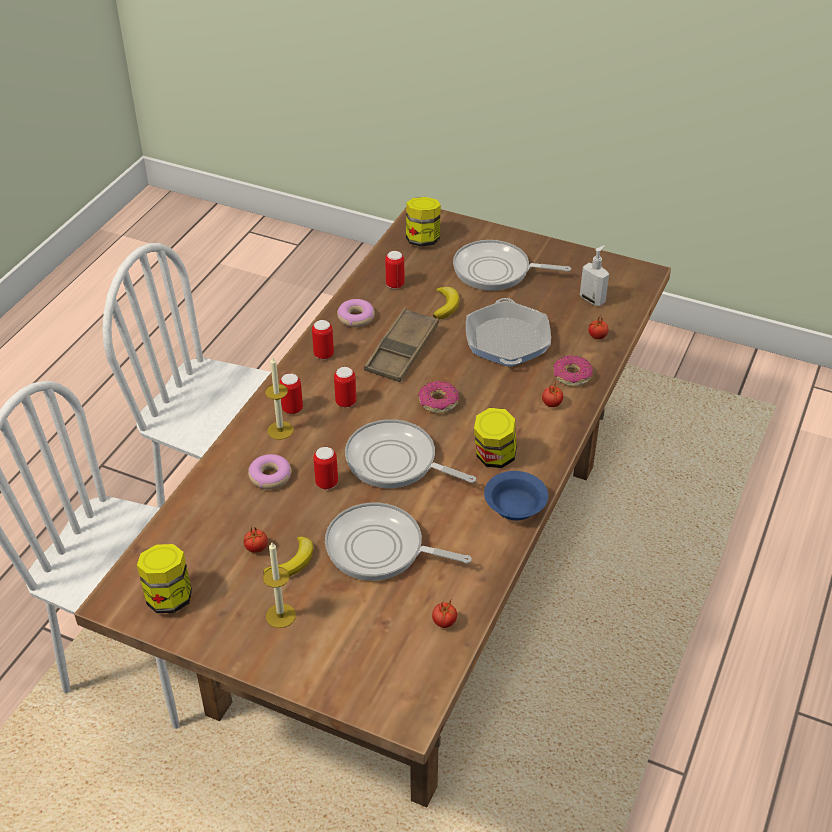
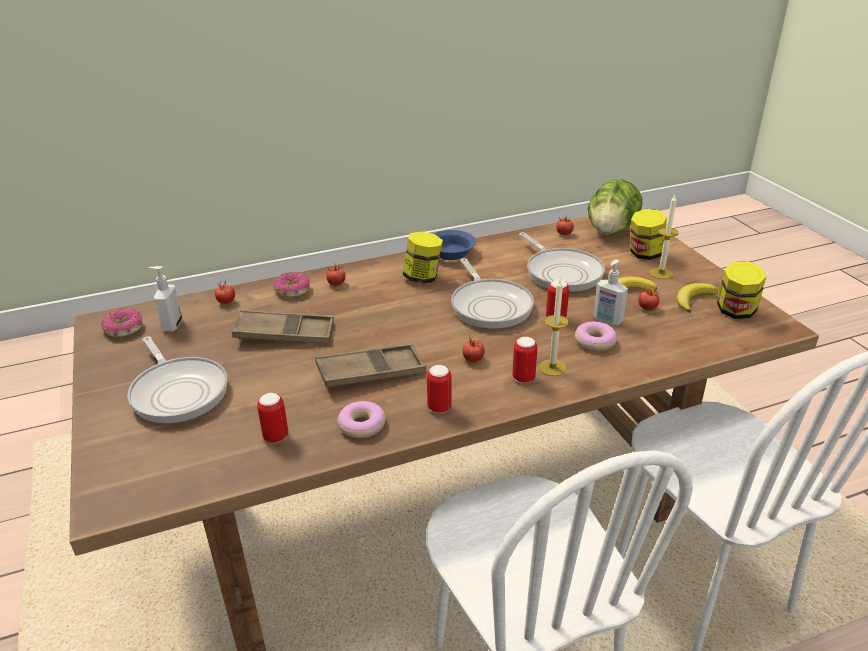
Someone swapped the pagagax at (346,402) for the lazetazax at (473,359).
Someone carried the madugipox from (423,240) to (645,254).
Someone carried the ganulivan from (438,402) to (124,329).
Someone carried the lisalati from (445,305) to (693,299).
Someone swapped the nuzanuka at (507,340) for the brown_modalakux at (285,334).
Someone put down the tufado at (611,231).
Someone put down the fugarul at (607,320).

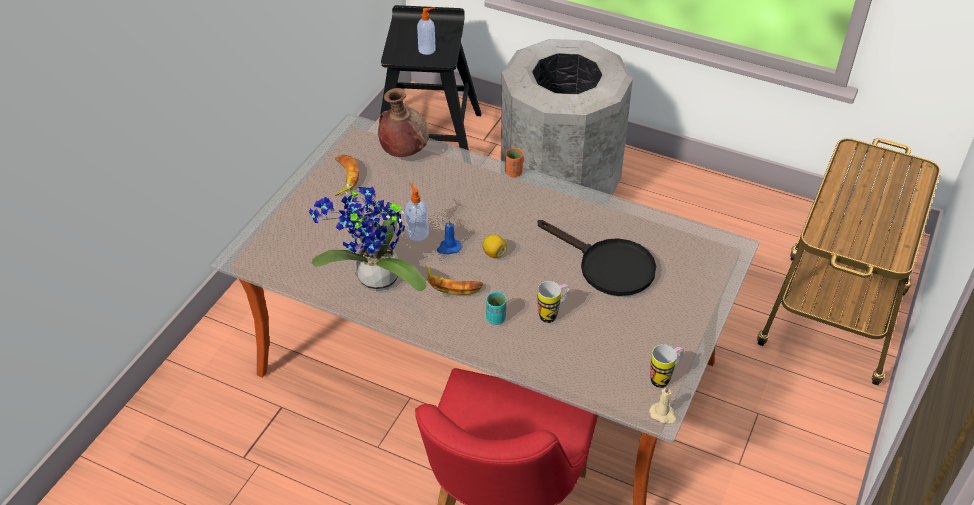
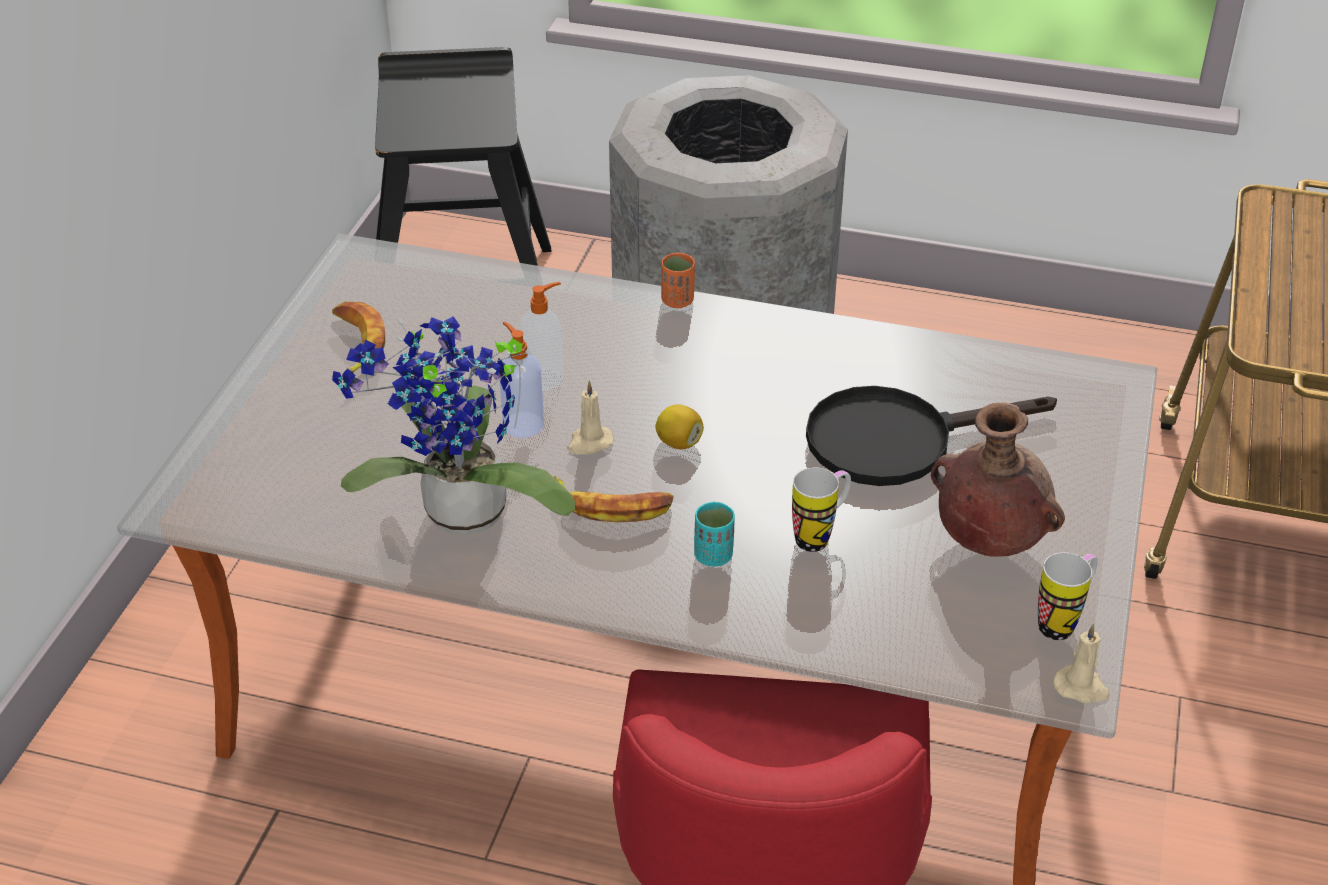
Someone carried the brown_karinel from (403,151) to (988,540).
Someone carried the fugarul from (427,50) to (544,378).
Someone repainted the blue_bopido at (448,248), which became the beige_bopido at (589,443).
Someone rotated the black_nuzanuka at (607,266) by 135 degrees clockwise.

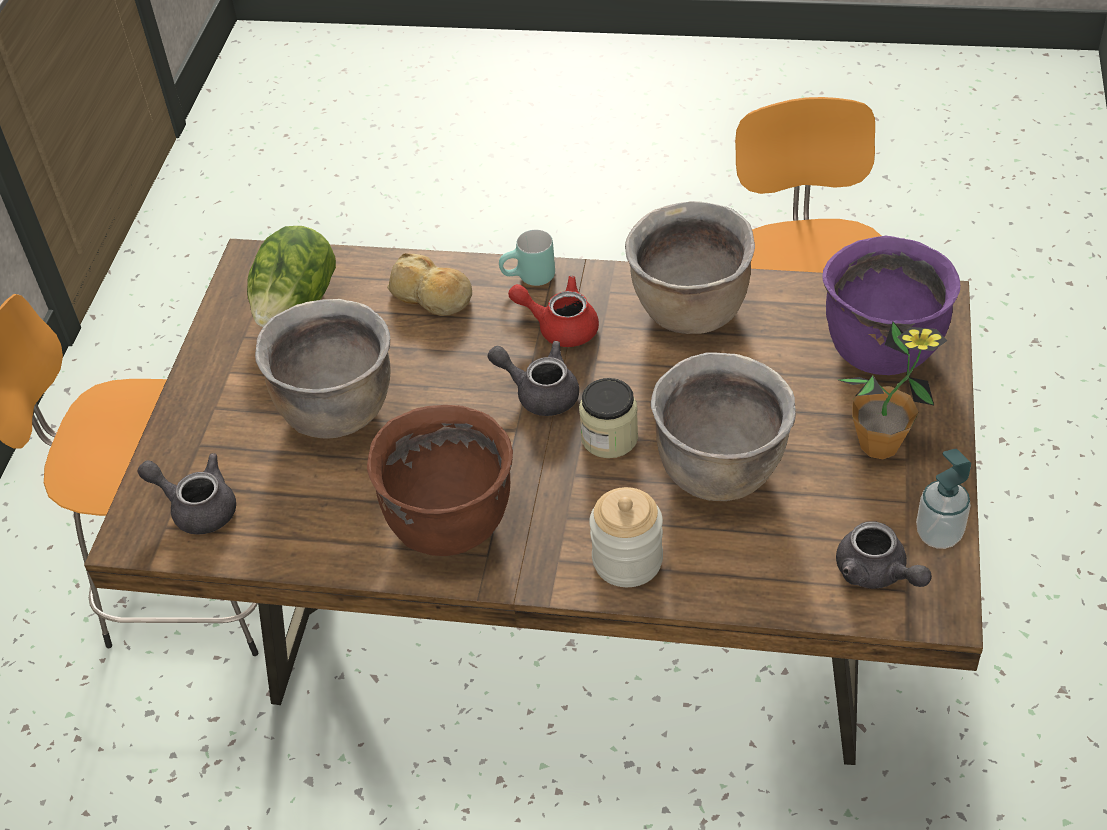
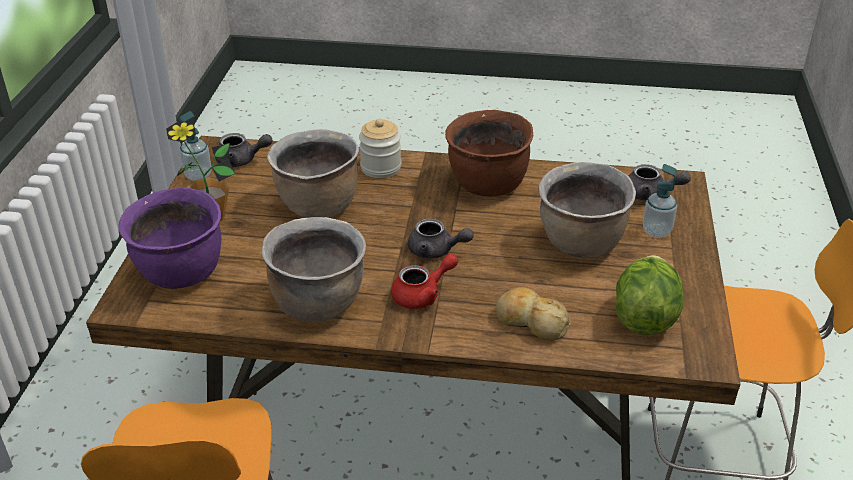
Someone took away the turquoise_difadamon at (529,279).
Someone rotated the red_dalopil at (560,327) by 45 degrees counterclockwise.
Someone took away the madugipox at (609,438).
Someone rotated the grey_dalopil at (877,573) by 135 degrees clockwise.
Someone put down the fugarul at (656,231).

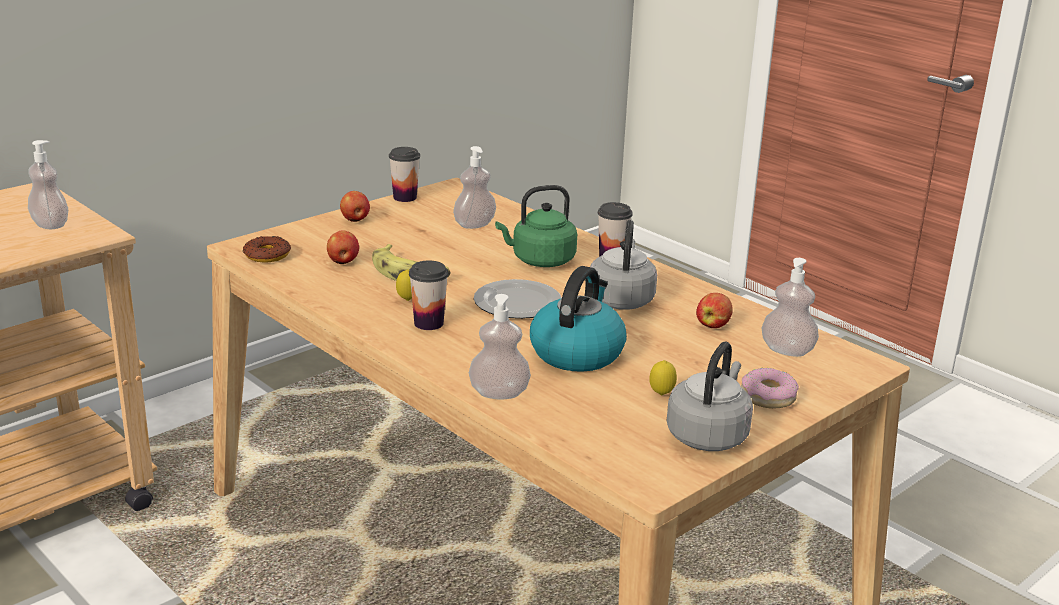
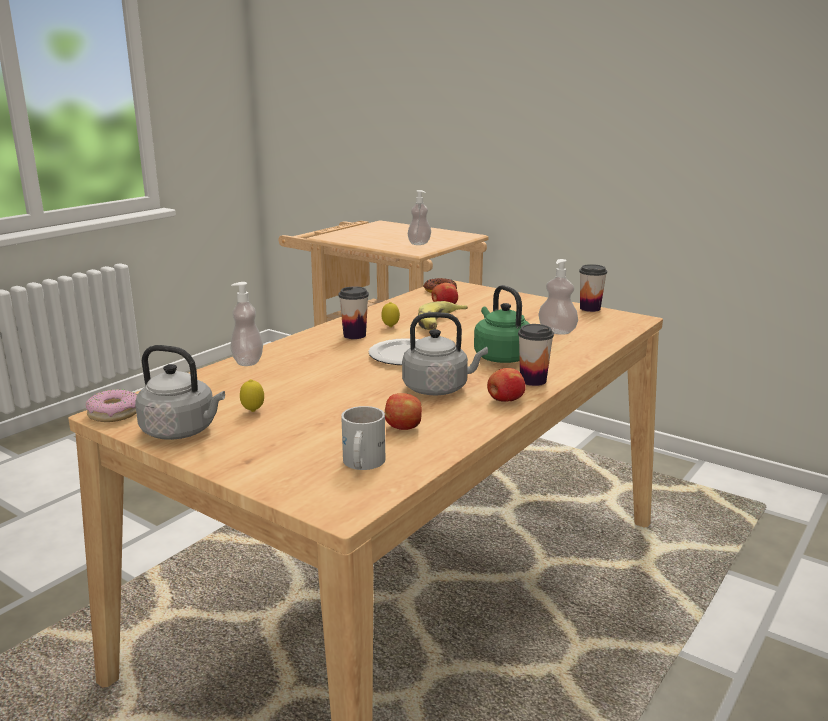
Someone carried the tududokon from (355,220) to (505,400).
Someone took away the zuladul at (577,352).
Someone carried the ganulivan from (767,396) to (114,413).
Someone swapped the fugarul at (787,350) for the white_difadamon at (360,463).

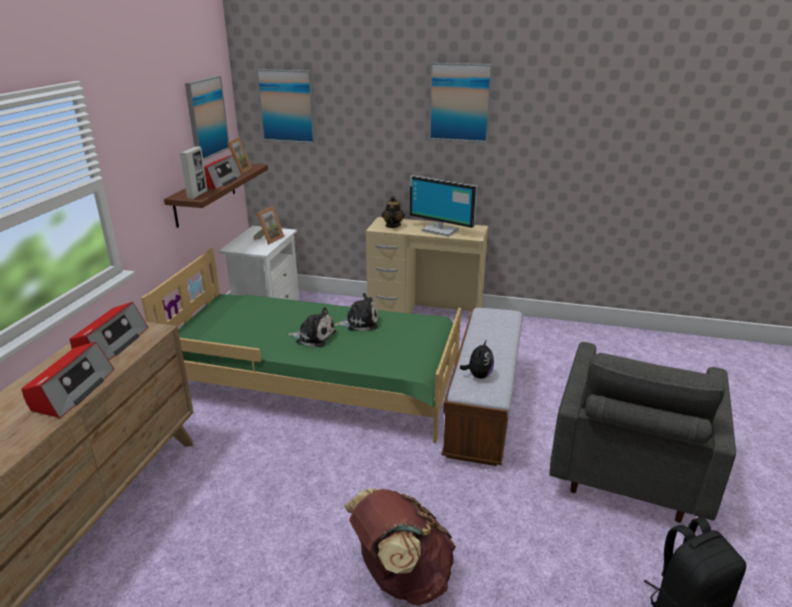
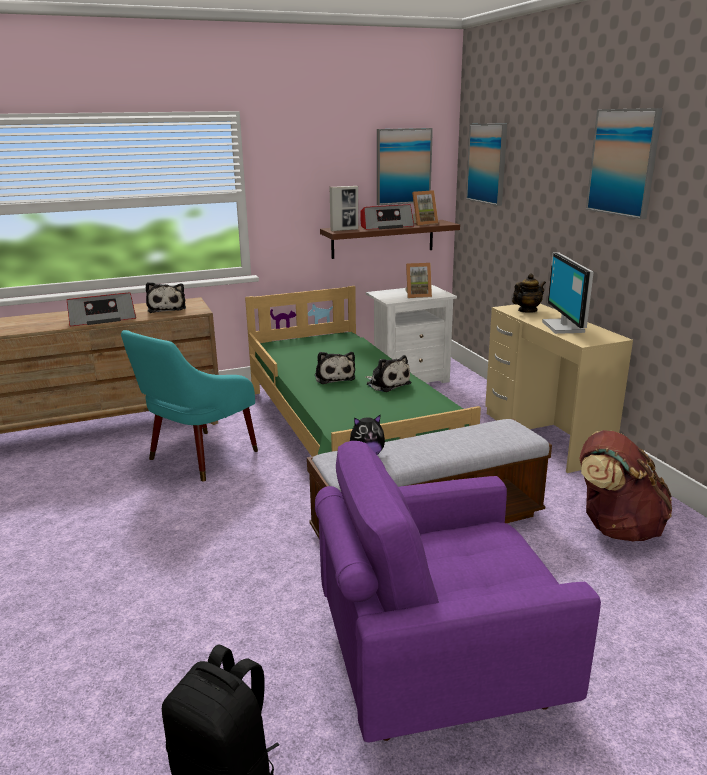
Someone swapped the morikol at (112,344) for the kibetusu at (167,308).
Someone carried the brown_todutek from (401,577) to (616,527).
Someone repainted the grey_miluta at (627,472), which became the purple_miluta at (435,665).
Someone put down the turquoise_miluta at (198,458).

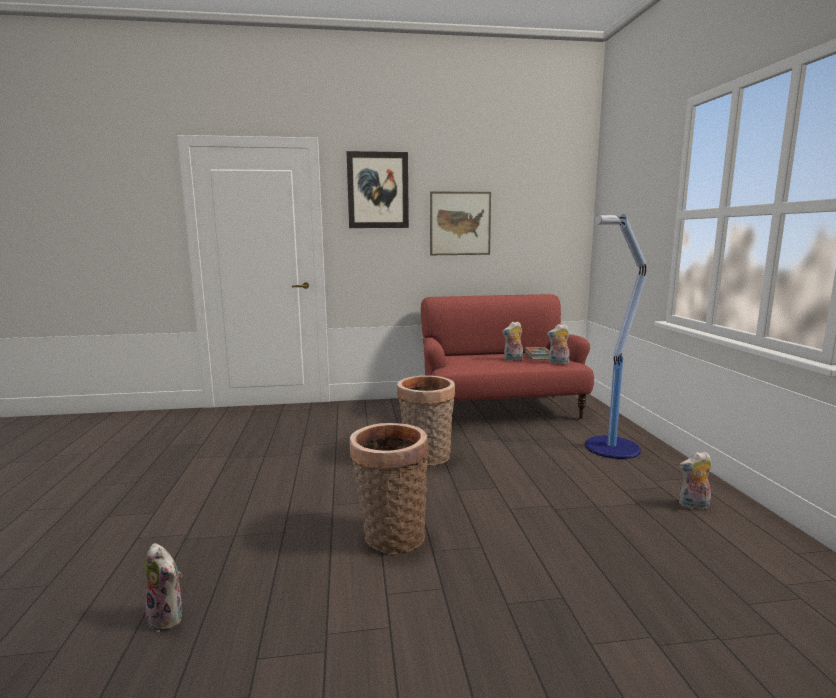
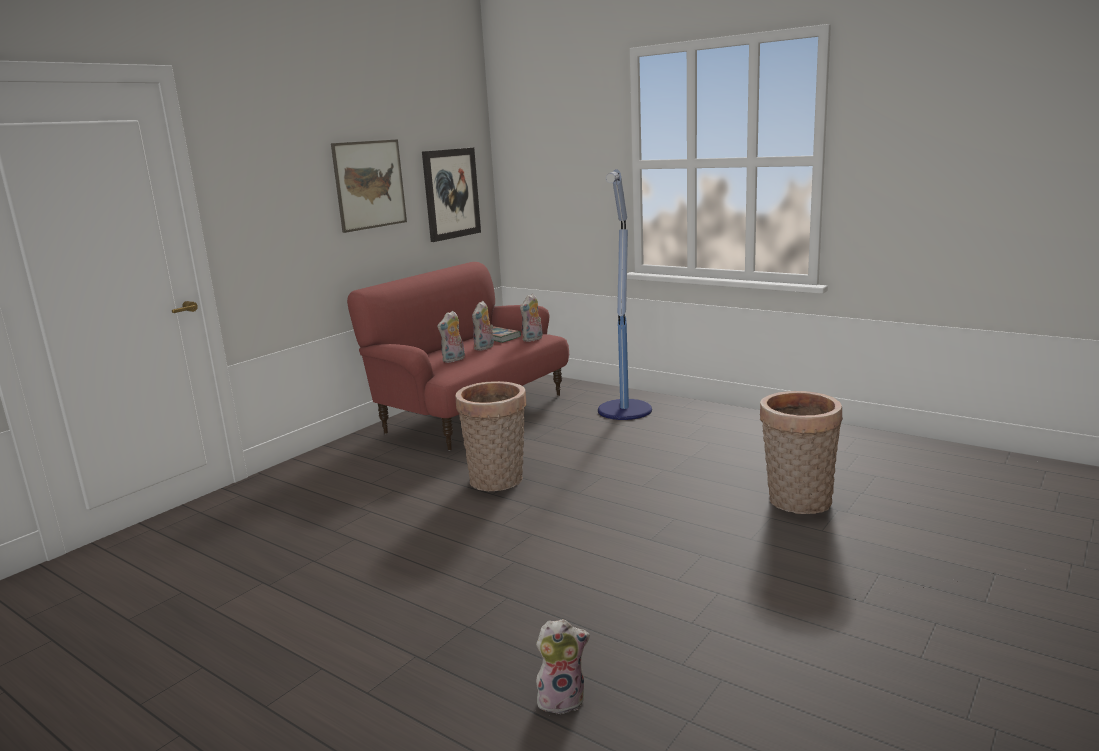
Someone carried the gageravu from (378,190) to (451,193).
Someone carried the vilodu from (390,536) to (796,503).
Someone carried the kibetusu from (693,506) to (454,360).

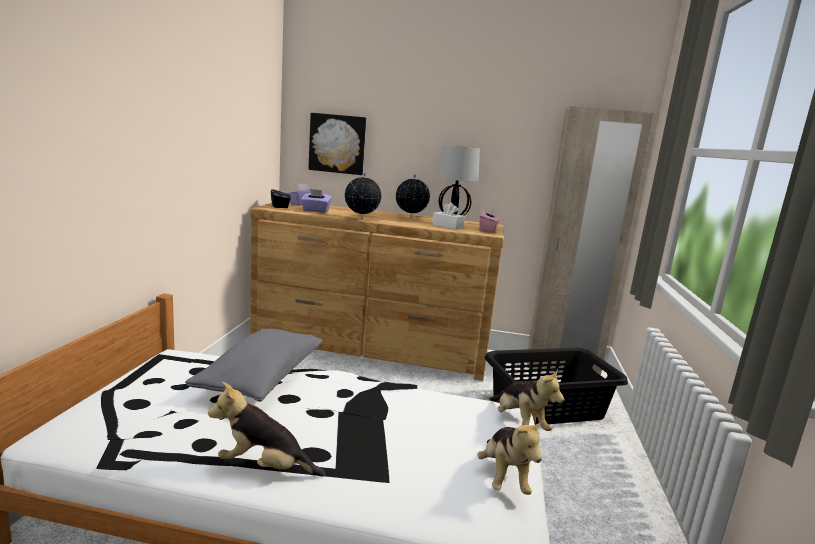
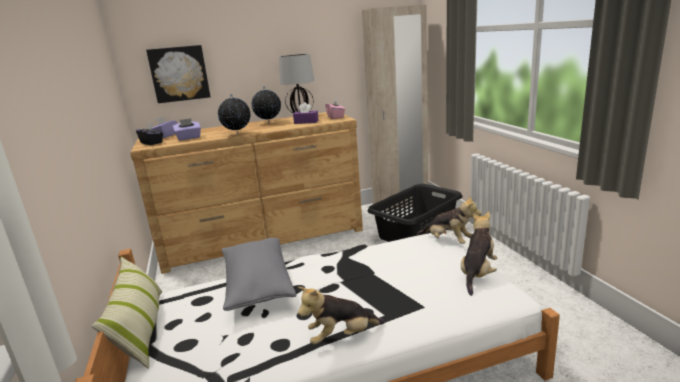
Someone repainted the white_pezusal at (447,226), which became the purple_pezusal at (306,122).
Someone rotated the kibetusu at (504,477) by 120 degrees counterclockwise.
Someone put down the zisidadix at (141,329).

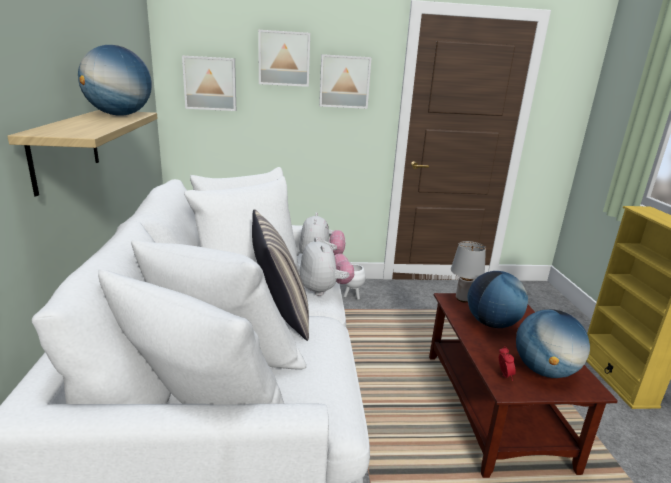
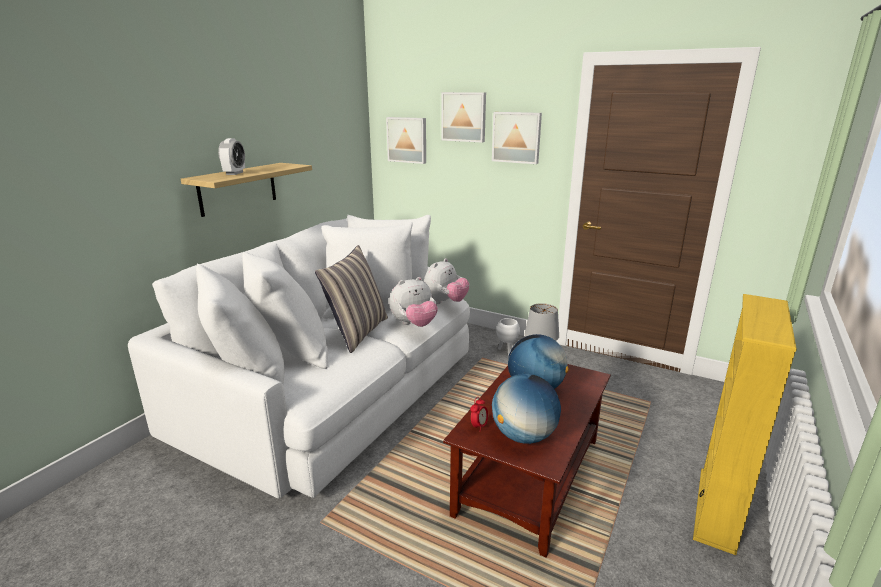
Someone took away the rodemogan at (120,115).
Someone rotated the kibetusu at (324,290) by 45 degrees clockwise.
Someone put down the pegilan at (234,173).

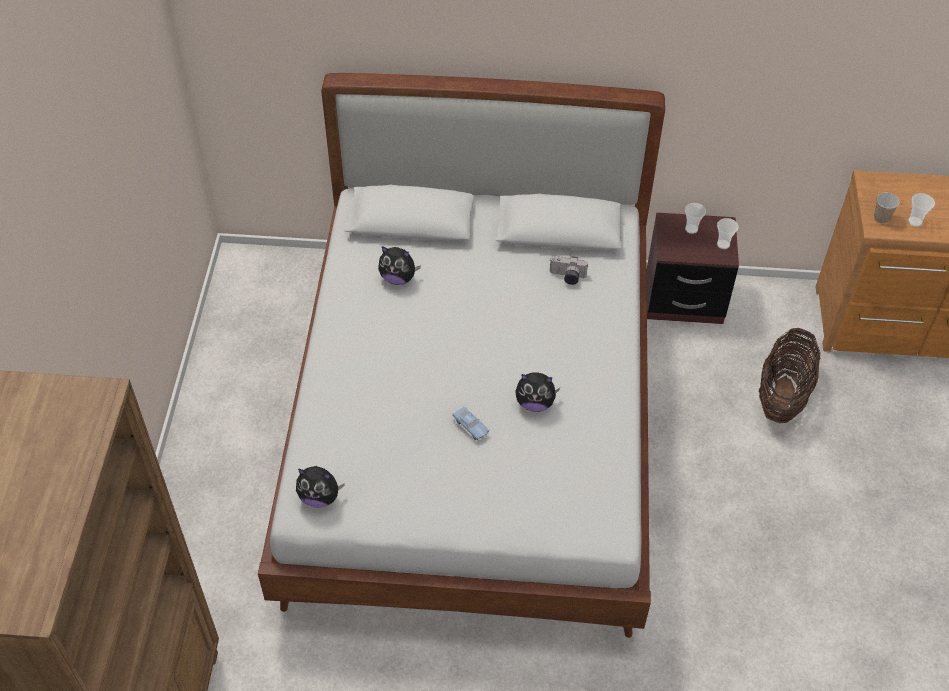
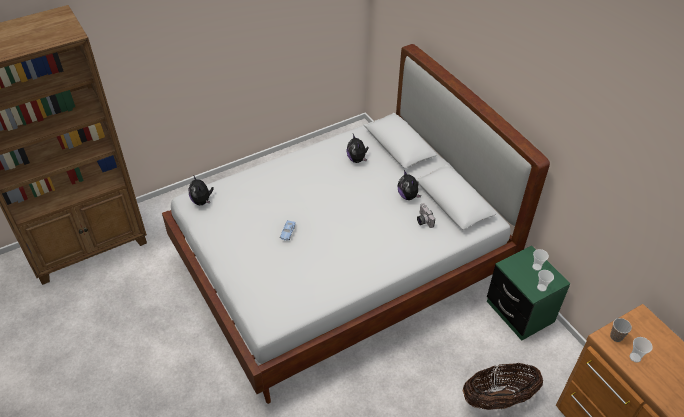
Someone carried the kibetusu from (535,403) to (408,196).
Someone repainted the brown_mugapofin at (683,299), which became the green_mugapofin at (519,312).

